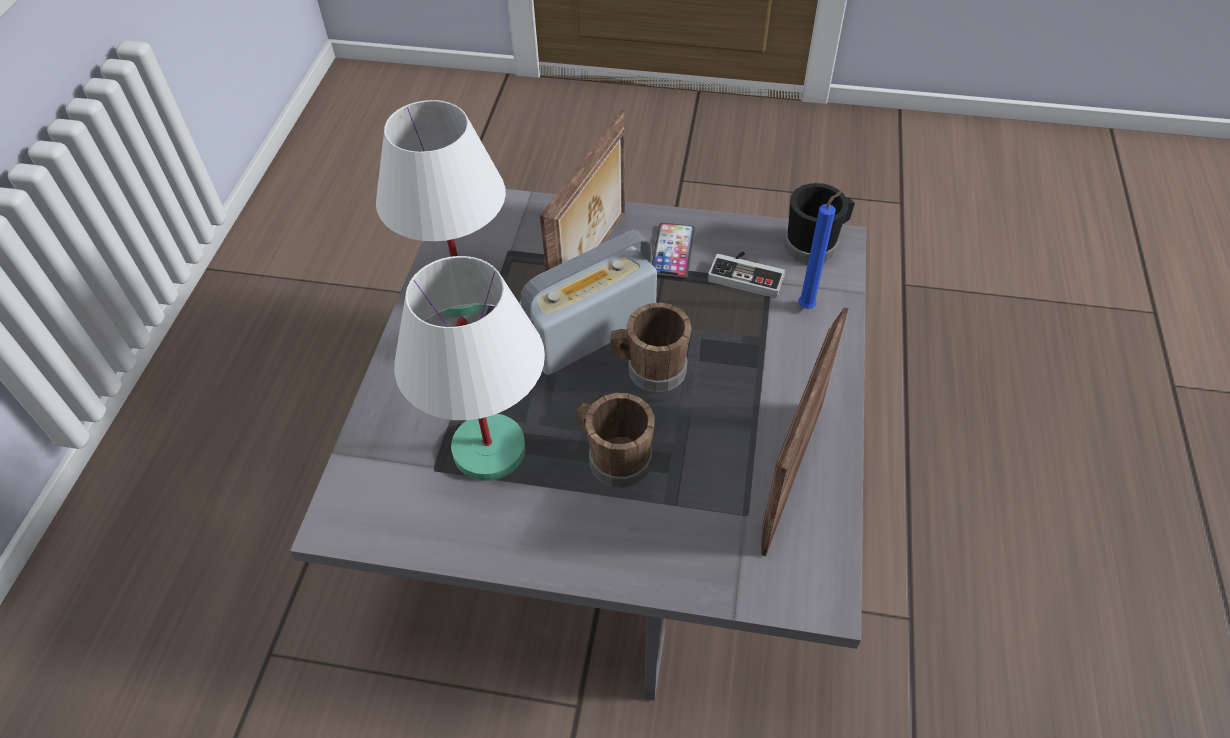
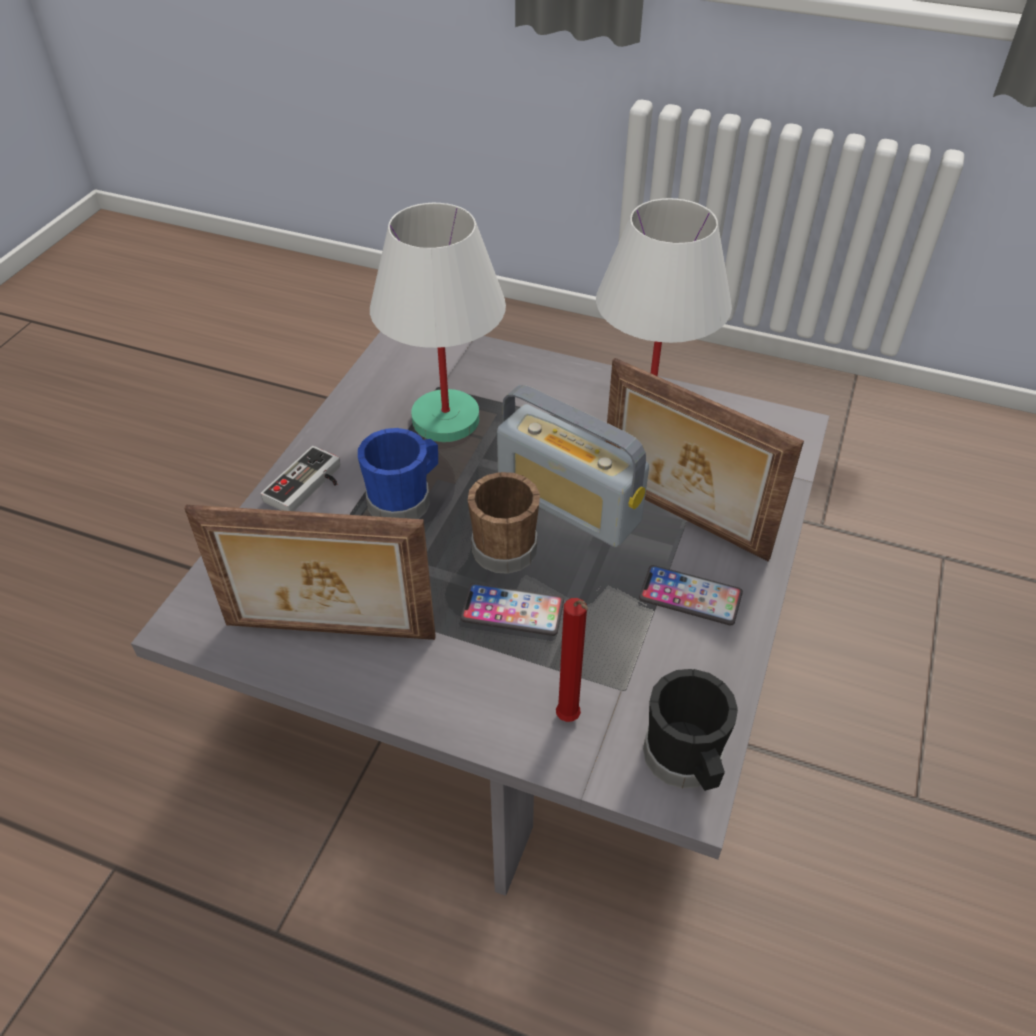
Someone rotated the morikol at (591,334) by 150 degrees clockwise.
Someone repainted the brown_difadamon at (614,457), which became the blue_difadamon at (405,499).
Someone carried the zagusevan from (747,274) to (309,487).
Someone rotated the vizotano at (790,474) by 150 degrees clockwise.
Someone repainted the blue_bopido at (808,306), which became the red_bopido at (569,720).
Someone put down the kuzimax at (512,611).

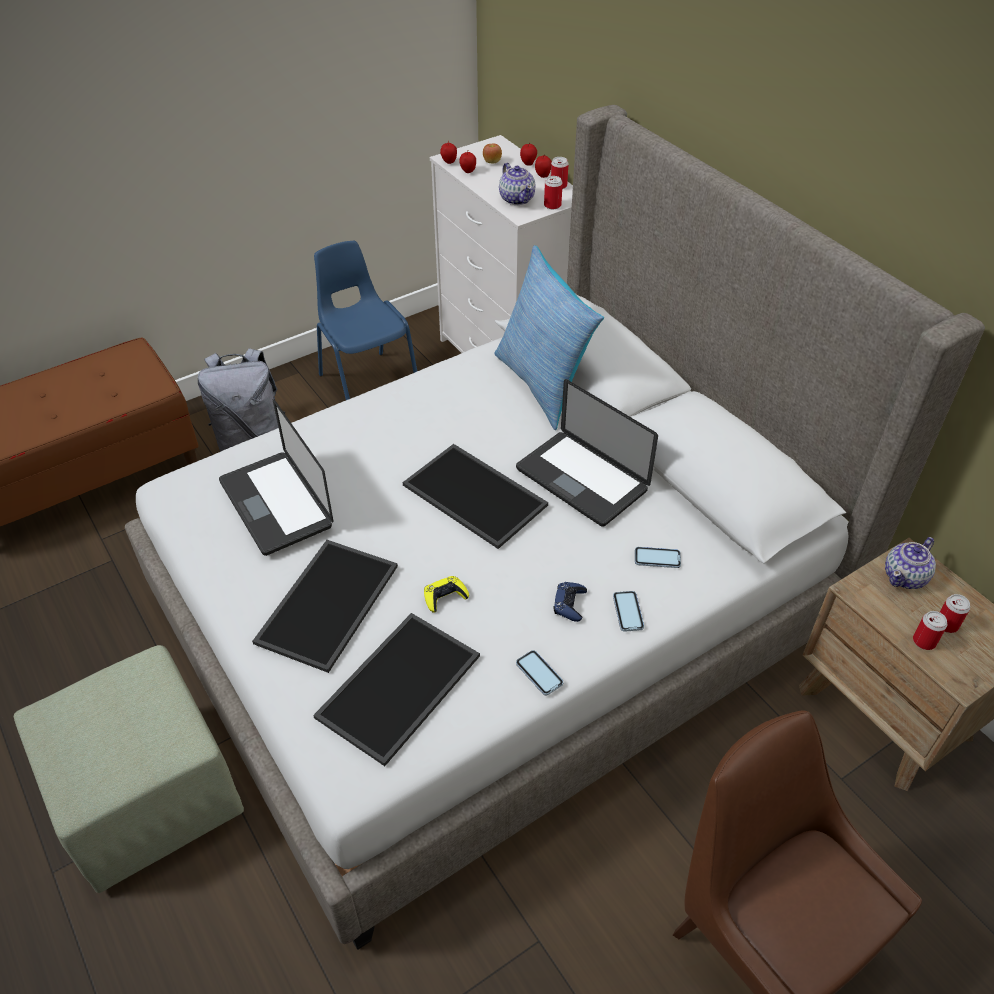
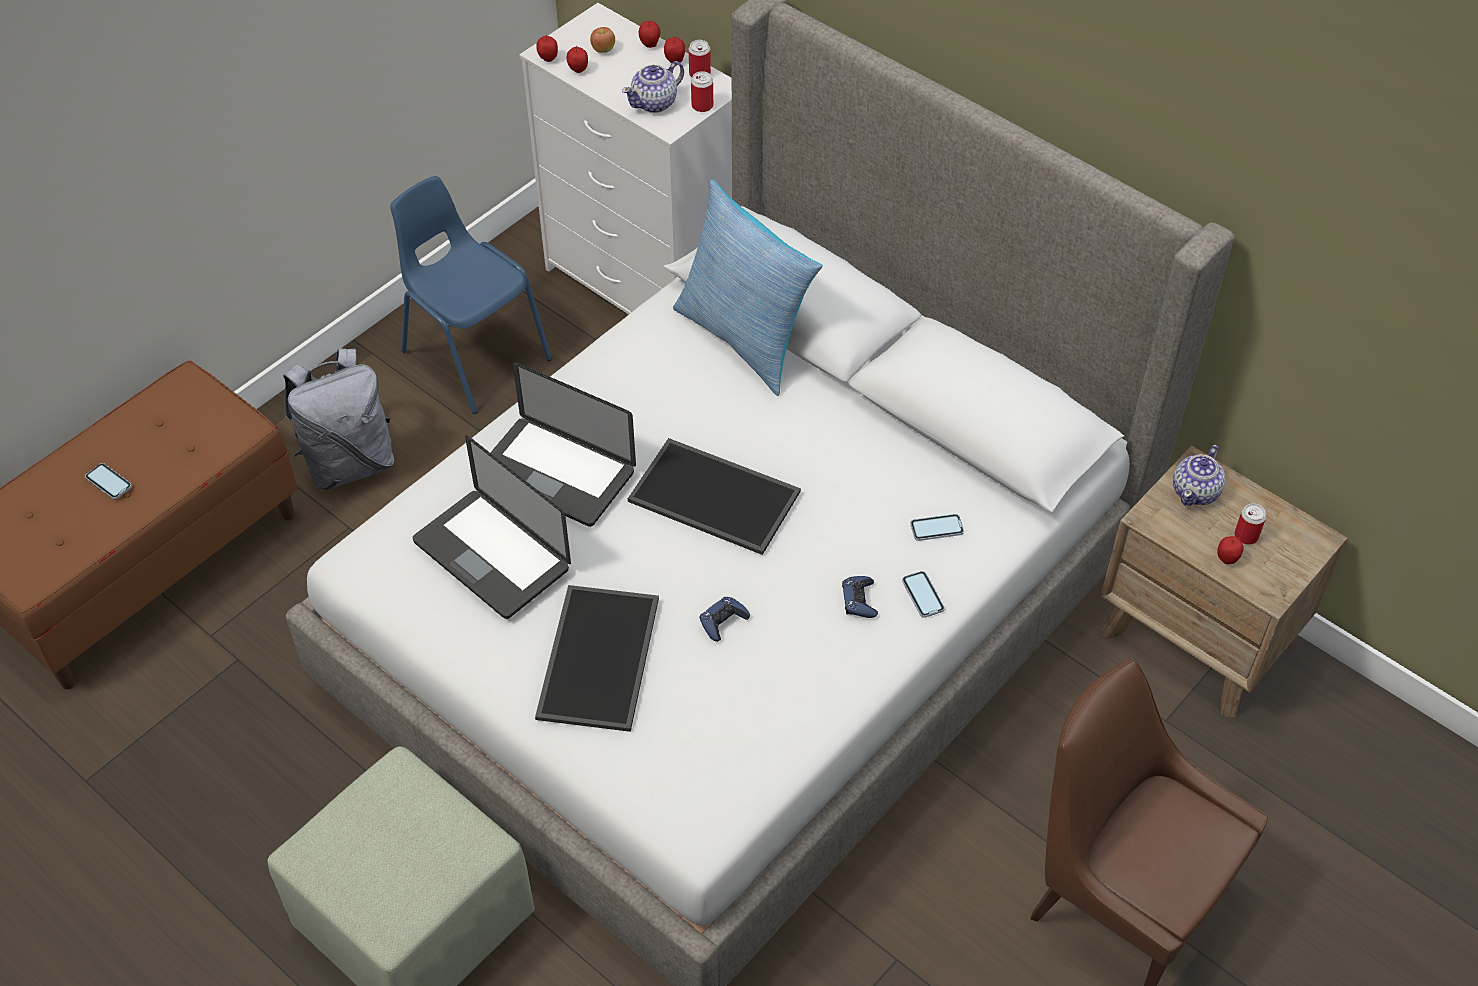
Someone took away the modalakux at (400,689).
Someone repainted the yellow_zagusevan at (445,597), which became the blue_zagusevan at (723,621).
Someone rotated the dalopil at (517,199) by 90 degrees clockwise.
Someone carried the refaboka from (581,479) to (556,473).
Someone carried the kuzimax from (539,673) to (109,482).
Someone swapped the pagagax at (924,641) for the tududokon at (1227,559).

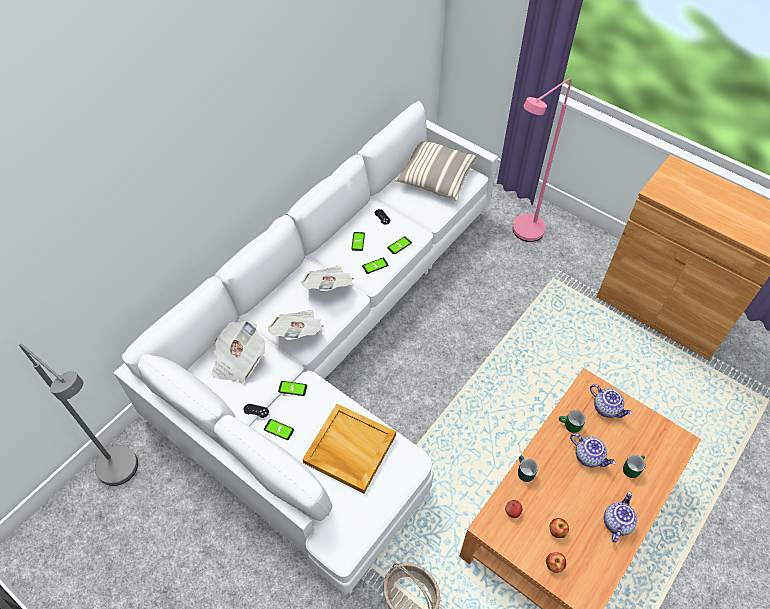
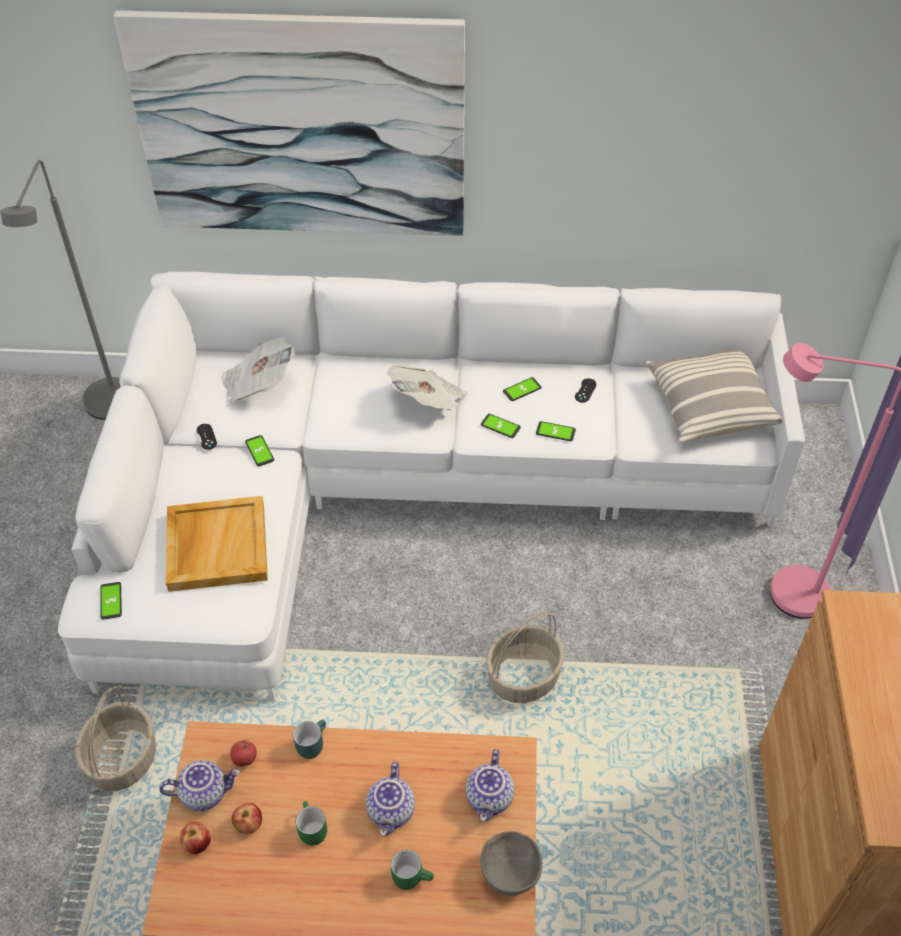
Someone carried the kuzimax from (279,429) to (111,601).
Someone took away the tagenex at (298,332).
Someone carried the green_difadamon from (569,426) to (310,829).
Someone carried the dalopil from (616,522) to (204,792).
Someone put up the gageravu at (302,128).
Someone put down the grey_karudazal at (510,872).
Someone put down the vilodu at (523,676).

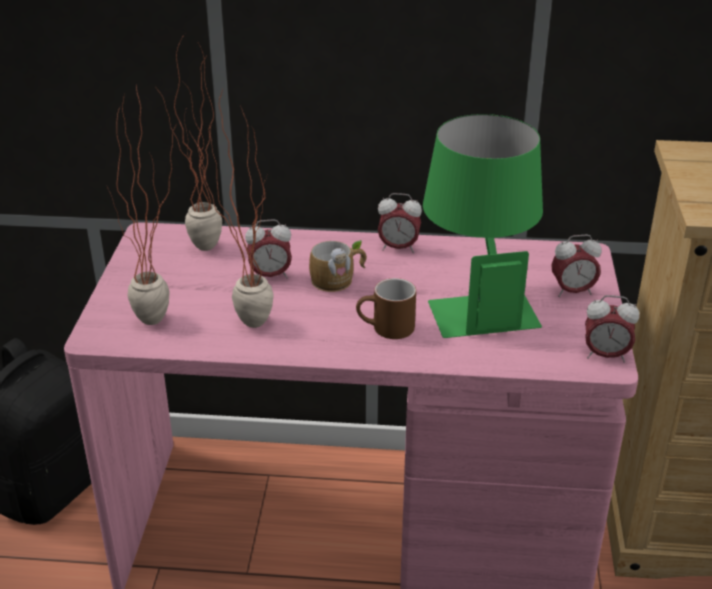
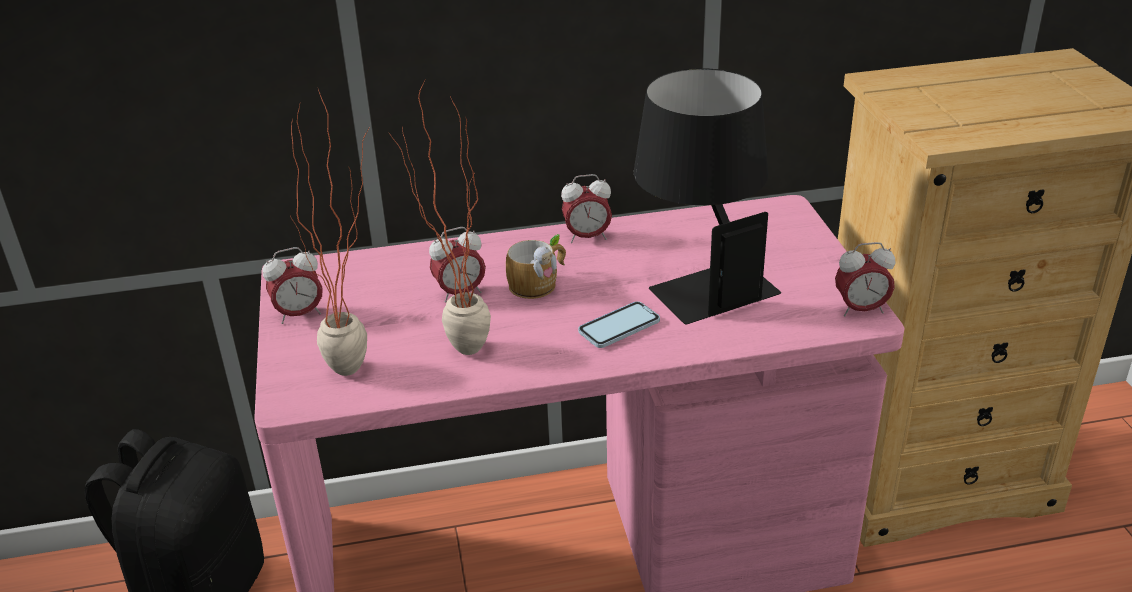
Someone took away the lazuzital at (200,252).
Someone swapped the brown_difadamon at (386,329) for the kuzimax at (619,327).
Someone repainted the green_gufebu at (476,301), which became the black_gufebu at (700,278).
Someone carried the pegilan from (572,291) to (299,314).

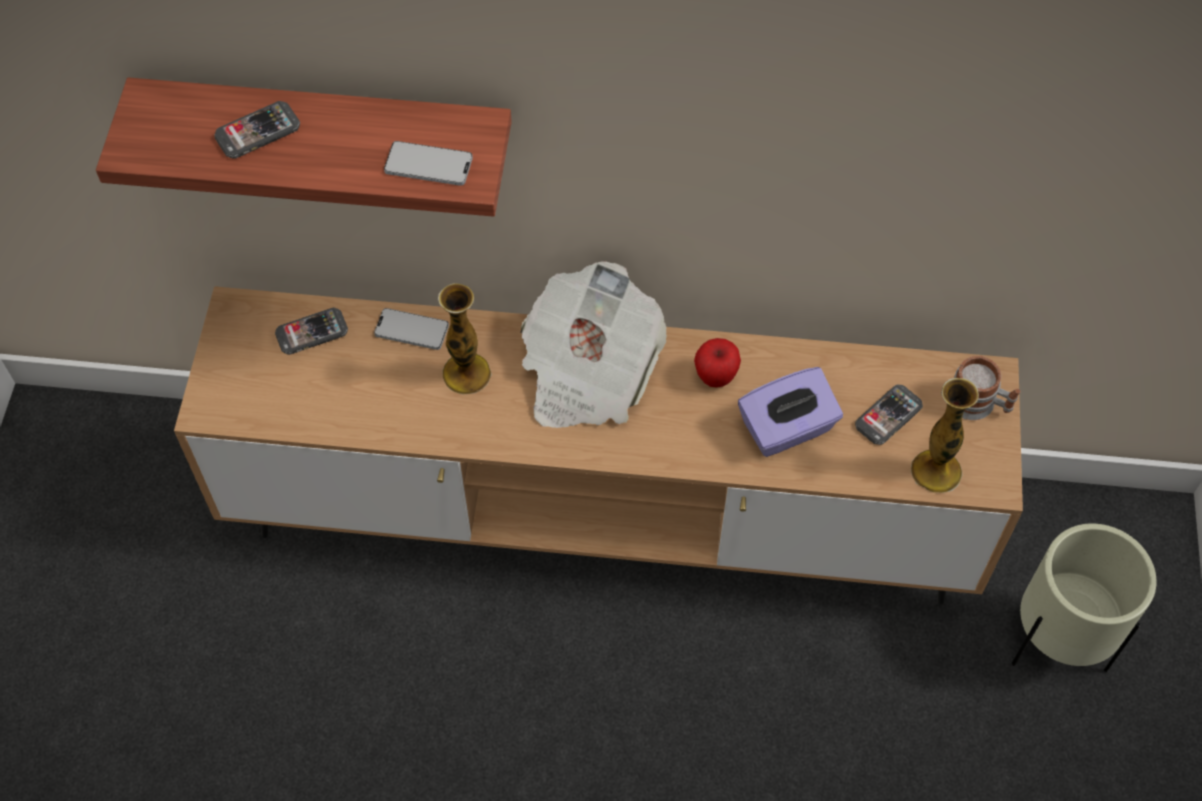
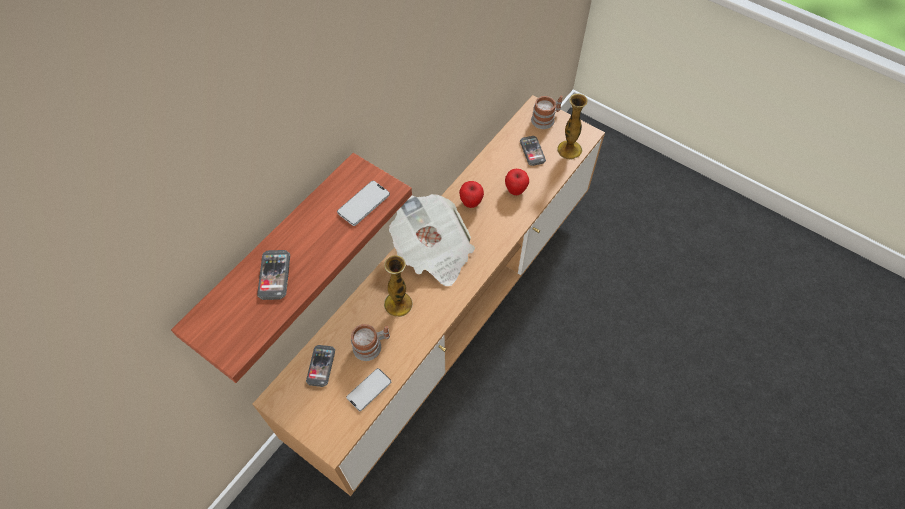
Someone carried the kuzimax from (411,330) to (369,390).
Someone swapped the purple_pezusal at (787,429) for the tududokon at (515,190).
Someone took away the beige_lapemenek at (1057,643).
Someone put down the difadamon at (372,346).

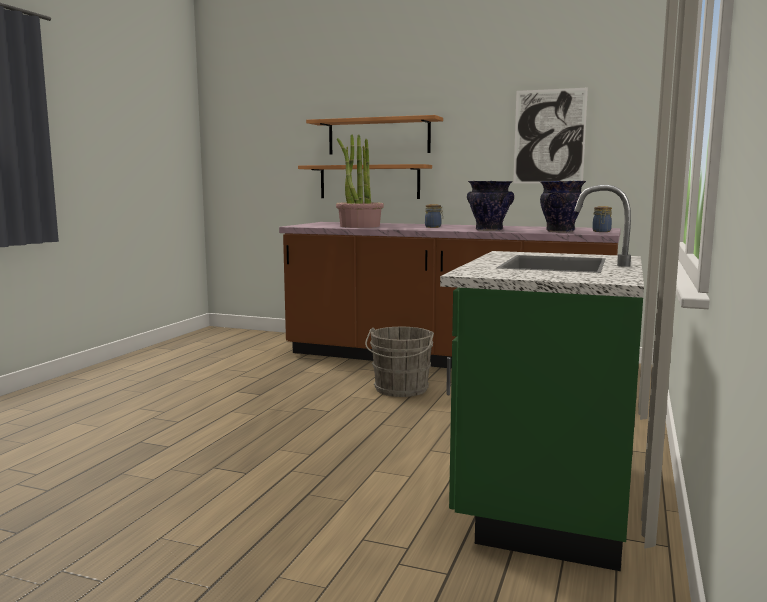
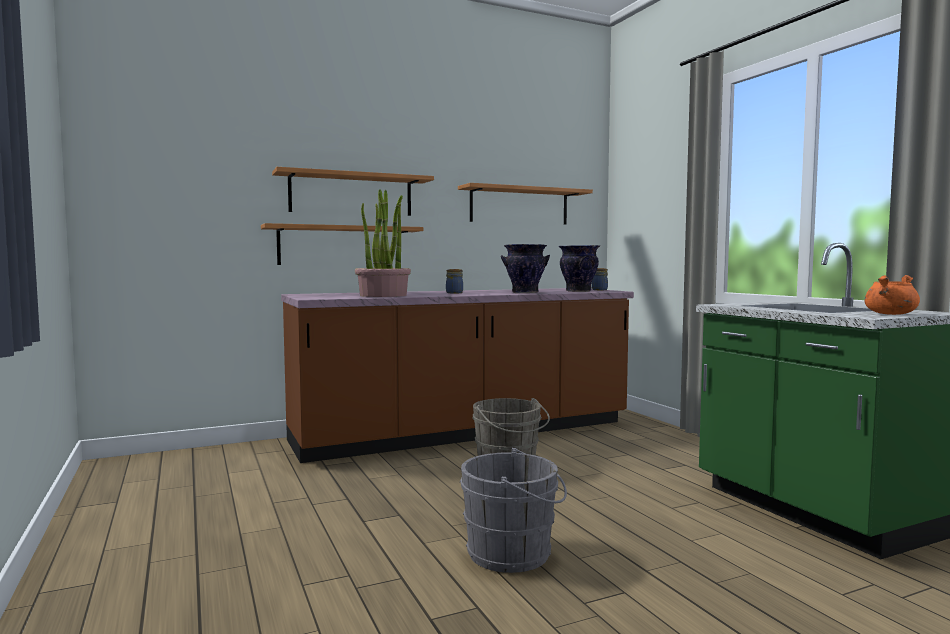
Someone swapped the gageravu at (549,136) for the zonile at (519,206).
Someone put down the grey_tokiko at (514,554).
Someone put down the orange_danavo at (890,314).

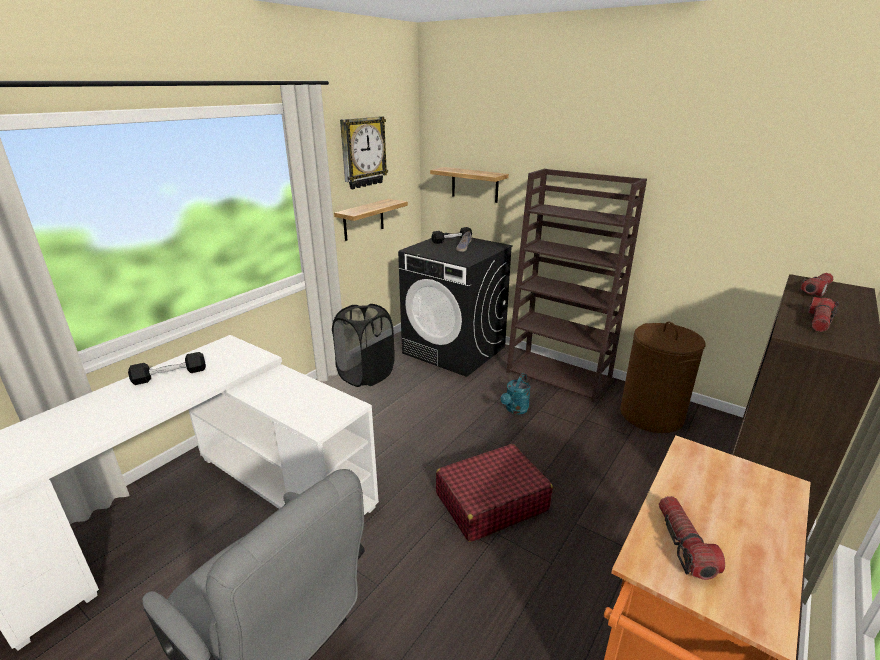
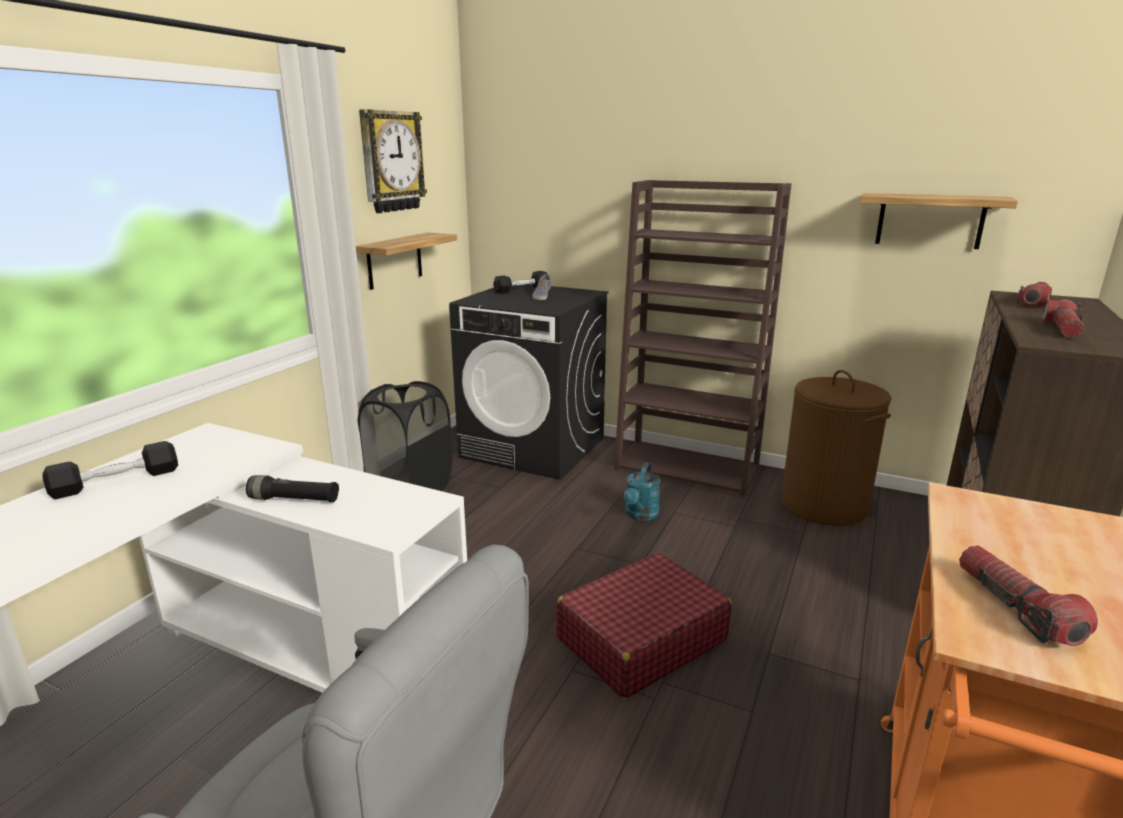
Someone carried the zonile from (474,184) to (930,220).
Someone put down the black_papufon at (294,500).

